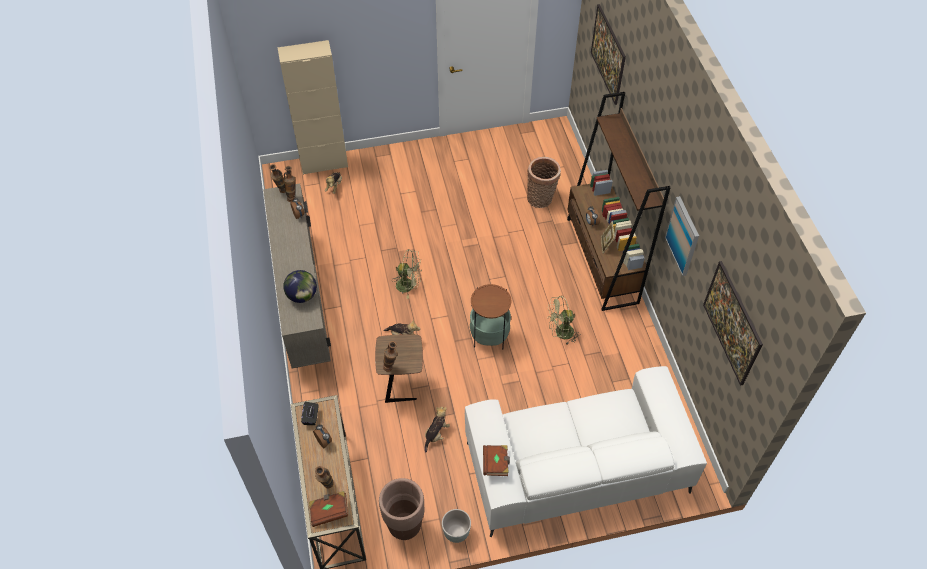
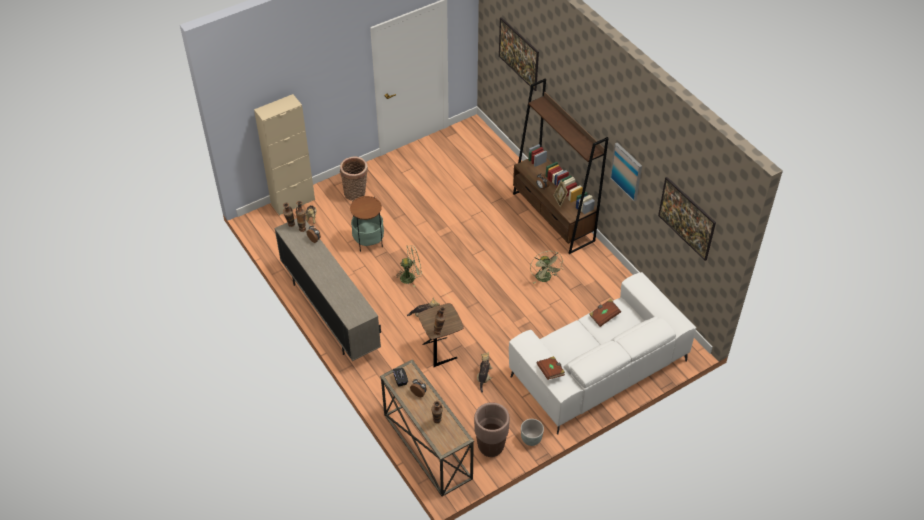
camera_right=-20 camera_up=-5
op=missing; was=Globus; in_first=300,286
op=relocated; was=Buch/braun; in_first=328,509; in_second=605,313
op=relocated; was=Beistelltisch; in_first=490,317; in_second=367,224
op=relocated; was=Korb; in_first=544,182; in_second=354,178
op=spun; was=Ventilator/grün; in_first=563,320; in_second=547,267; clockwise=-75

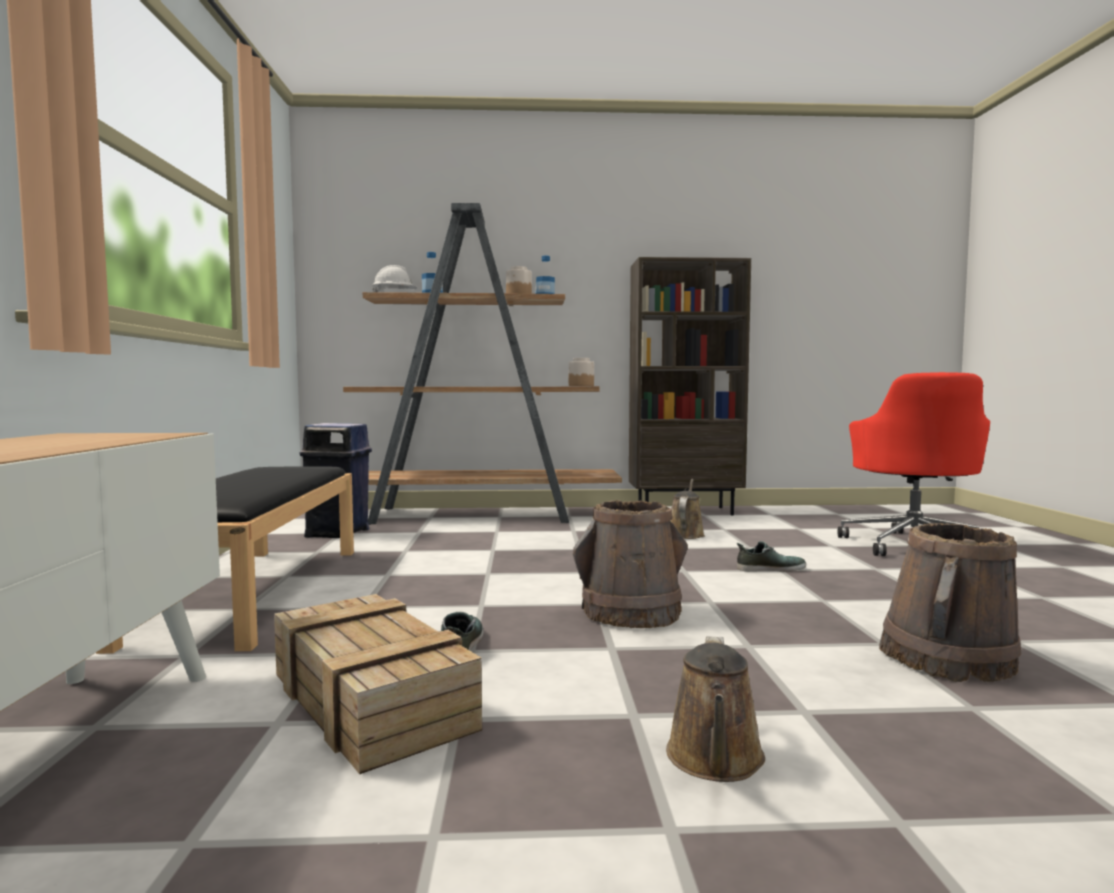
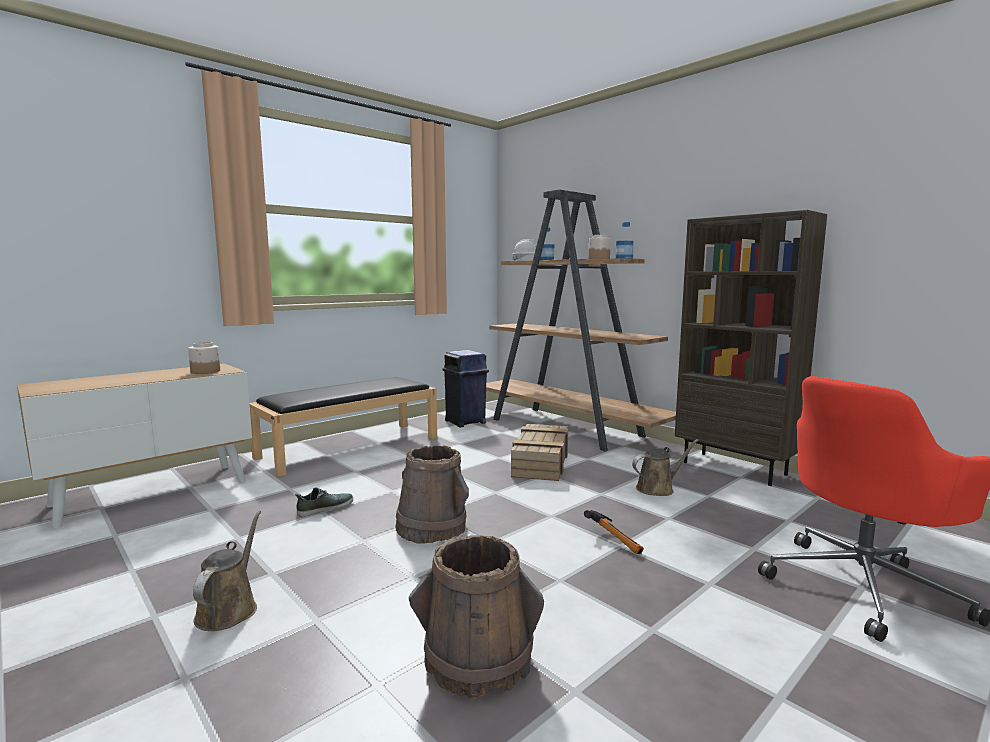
camera_right=50 camera_up=5
op=relocated; was=Kiste; in_first=378,684; in_second=539,452
op=relocated; was=Vorratsglas; in_first=581,372; in_second=204,358
op=exchanged; was=Schuh; now=Hammer; in_first=771,556; in_second=614,532
op=spun; was=Gießkanne/braun; in_first=715,709; in_second=227,571; clockwise=120

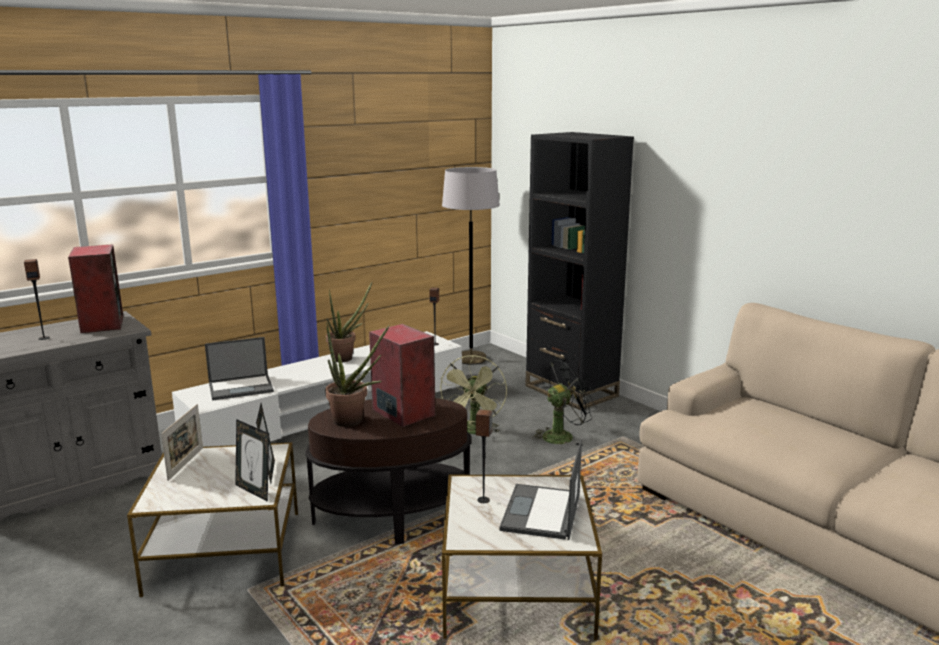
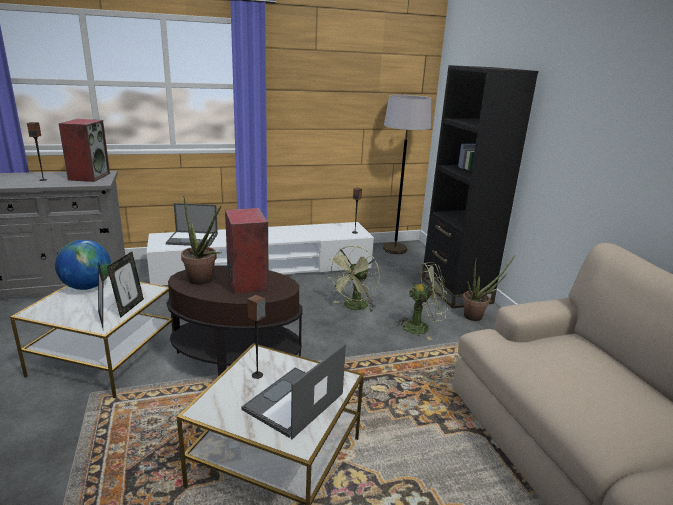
camera_right=20 camera_up=5
op=relocated; was=Topfpflanze; in_first=349,321; in_second=489,288
op=exchanged; was=Bilderrahmen; now=Globus; in_first=182,442; in_second=83,265
op=colour; was=Ventilator/schwarz; now=Ventilator/grün; in_first=564,402; in_second=421,301

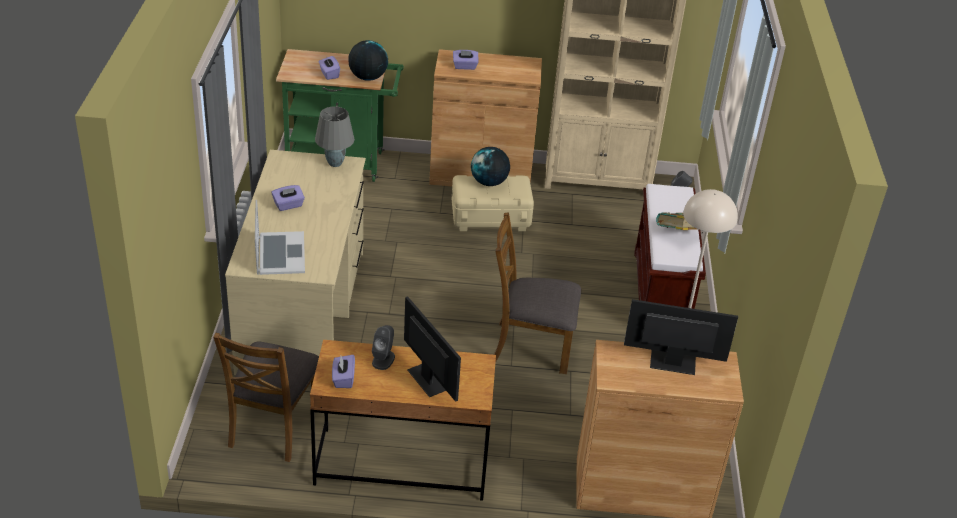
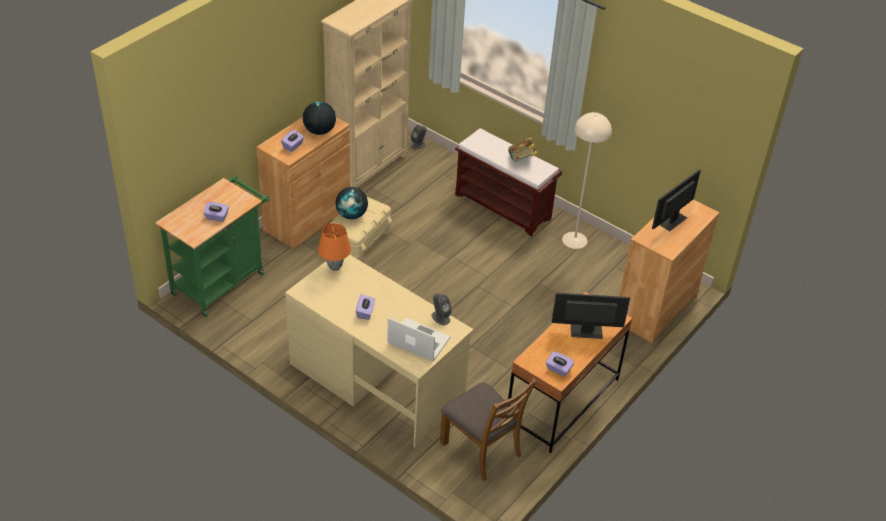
camera_right=-55 camera_up=5
op=missing; was=Stuhl/braun; in_first=537,293
op=relocated; was=Globus; in_first=368,60; in_second=319,118
op=relocated; was=Lautsprecher/grau; in_first=383,347; in_second=442,309
op=colour; was=Tischlampe/grau; now=Tischlampe/orange; in_first=335,136; in_second=334,247

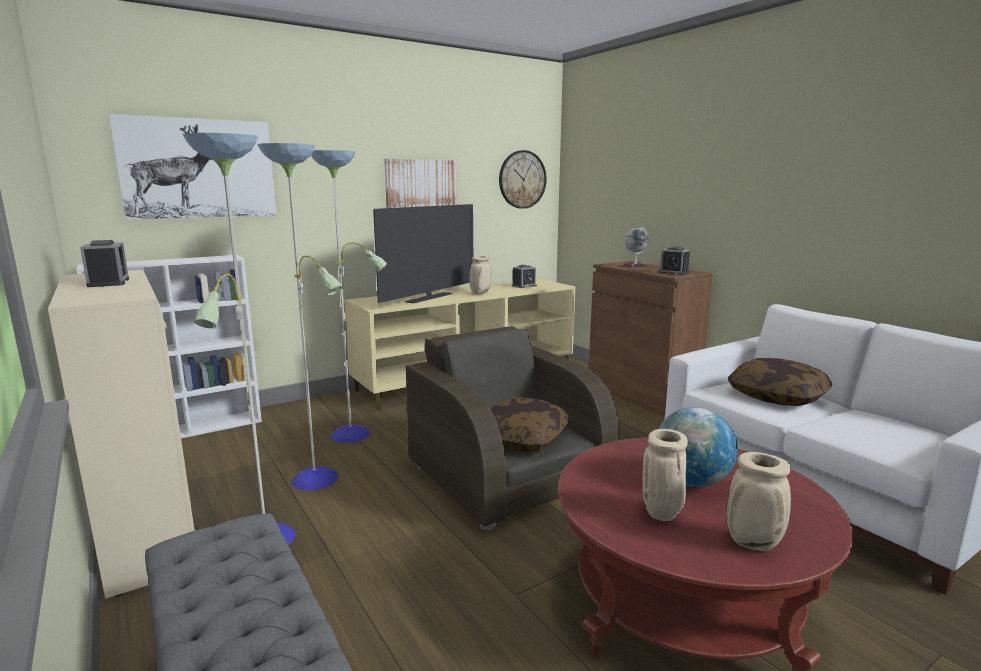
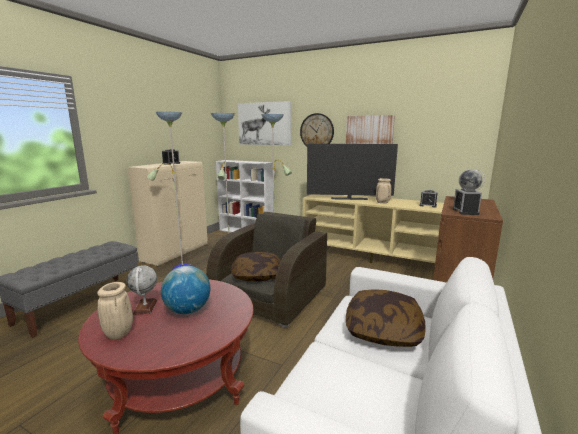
camera_right=60 camera_up=0
op=relocated; was=Wanduhr; in_first=523,179; in_second=317,130
op=exchanged; was=Vase/beige; now=Globus; in_first=665,475; in_second=142,290

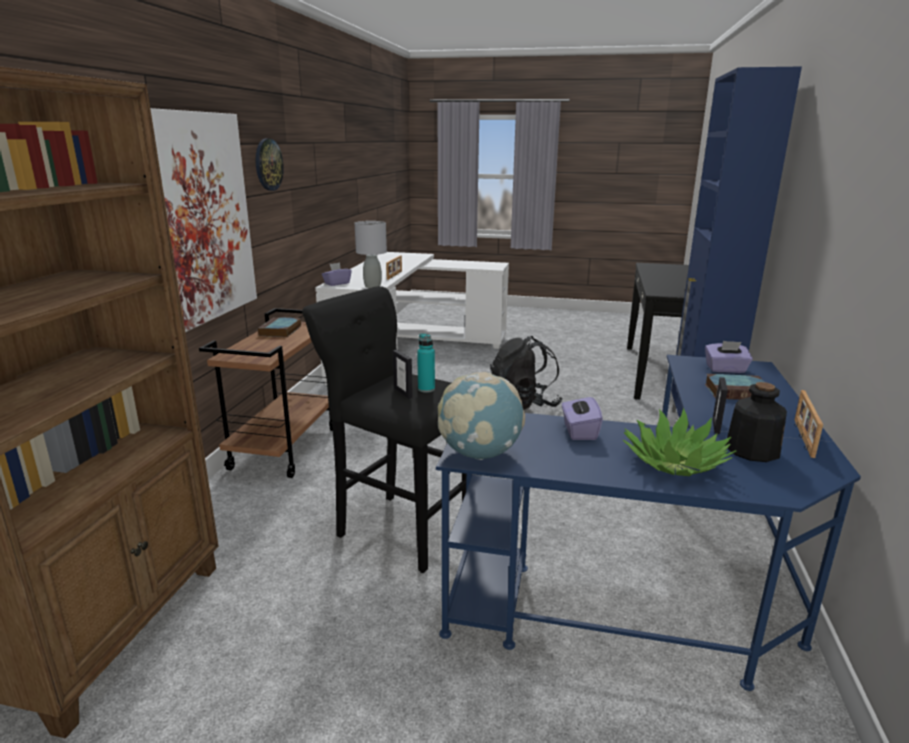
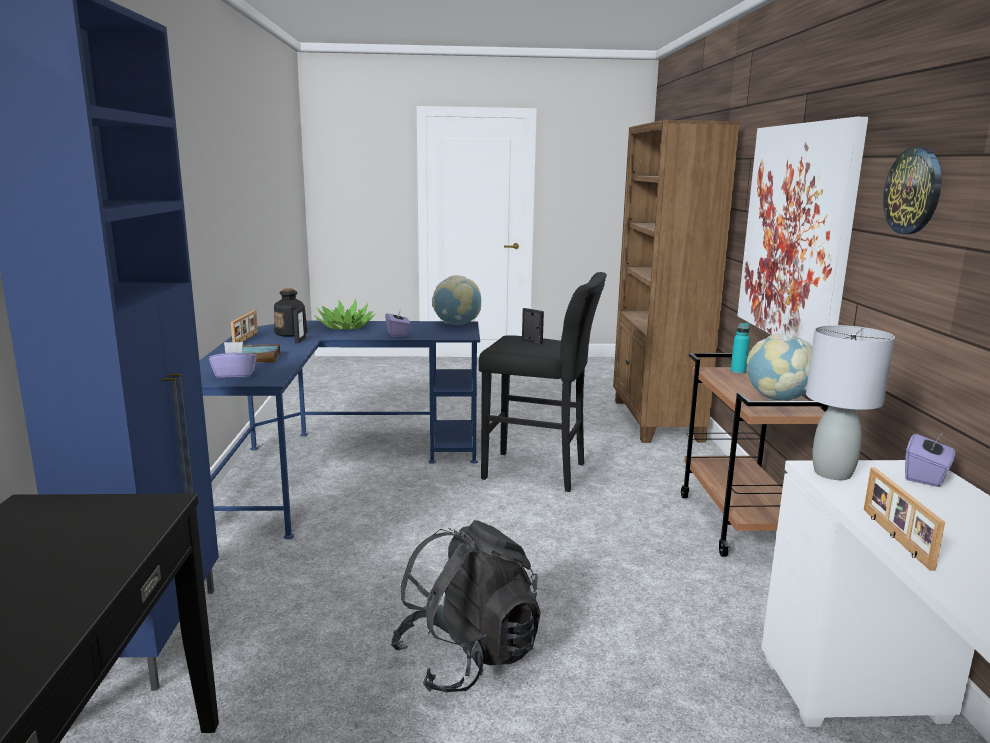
camera_right=165 camera_up=-5
op=relocated; was=Flasche/türkis; in_first=426,363; in_second=740,348
op=exchanged; was=Buch; now=Globus; in_first=279,327; in_second=779,367

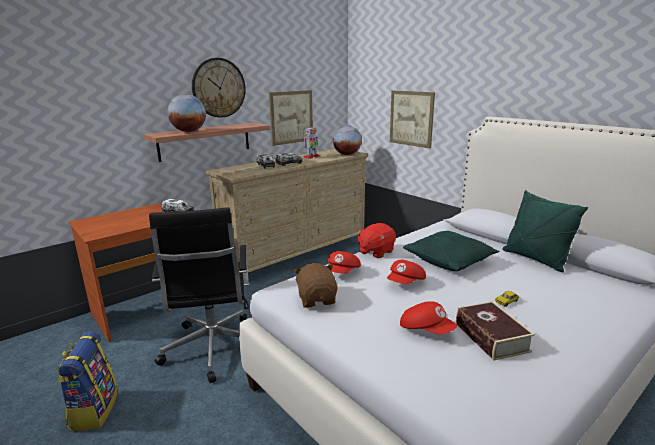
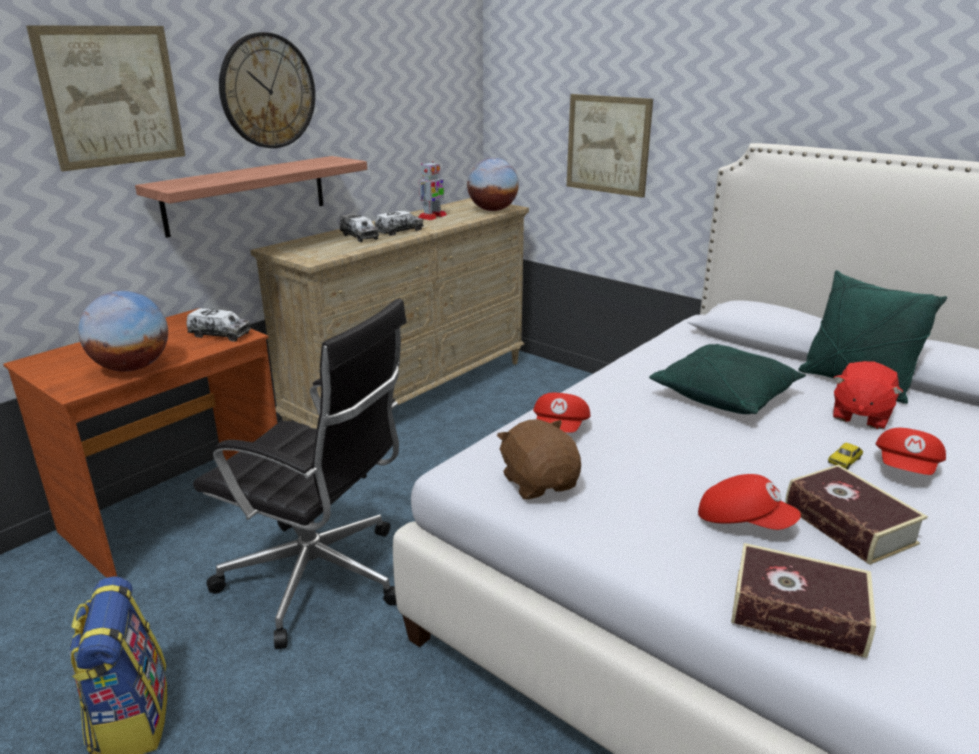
camera_right=-10 camera_up=5
op=appeared; now=Buch; in_second=803,600
op=relocated; was=Globus; in_first=186,113; in_second=123,331
op=relocated; was=Bild; in_first=291,118; in_second=105,98
op=relocated; was=Plüschtier/rot; in_first=376,240; in_second=868,395
op=relocated; was=Kappe/rot; in_first=406,272; in_second=911,451
op=spun; was=Bürostuhl/schwarz; in_first=199,295; in_second=300,474; clockwise=-45

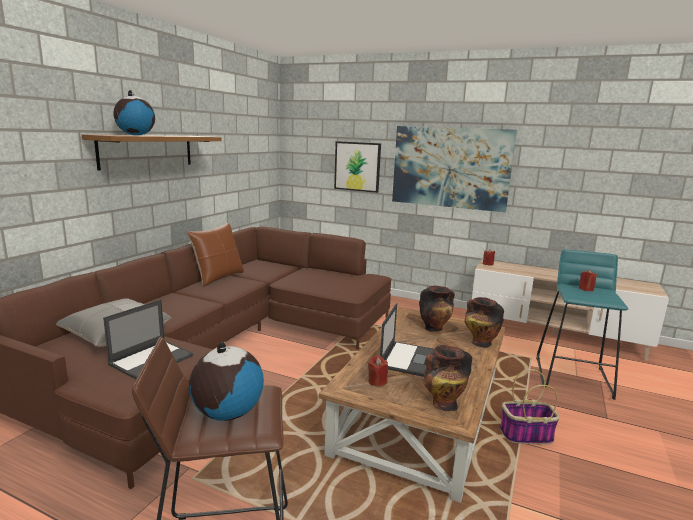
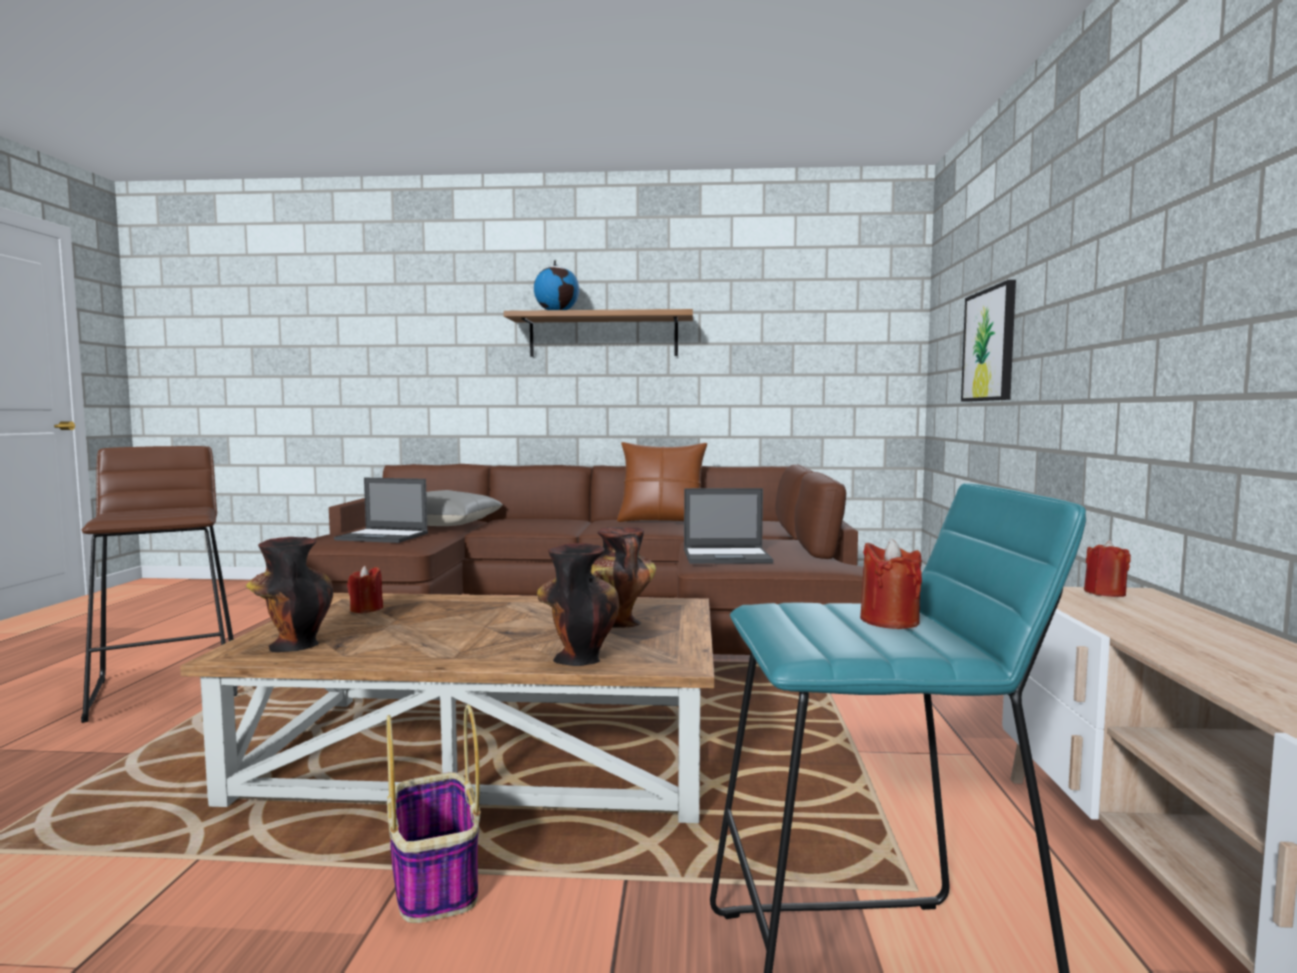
camera_right=70 camera_up=-10
op=missing; was=Globus; in_first=226,381
op=missing; was=Bild; in_first=454,169
op=relocated; was=Laptop; in_first=407,340; in_second=729,526

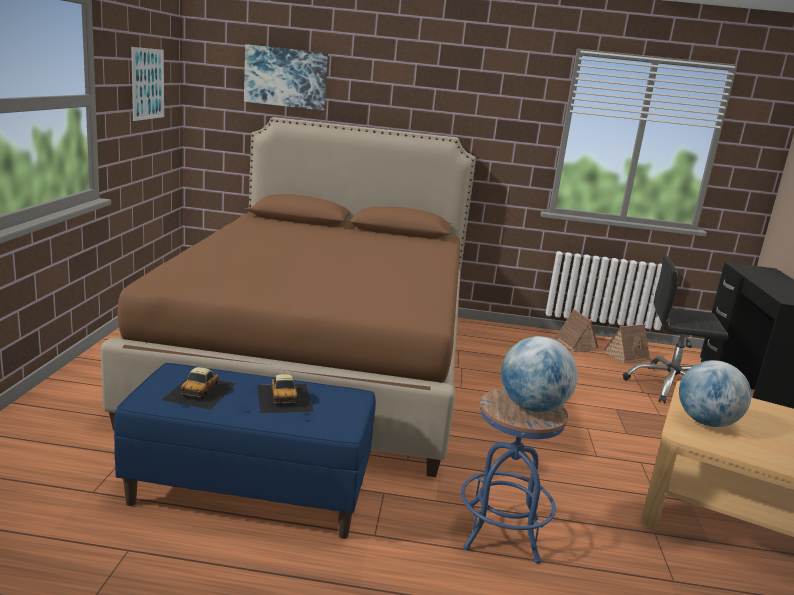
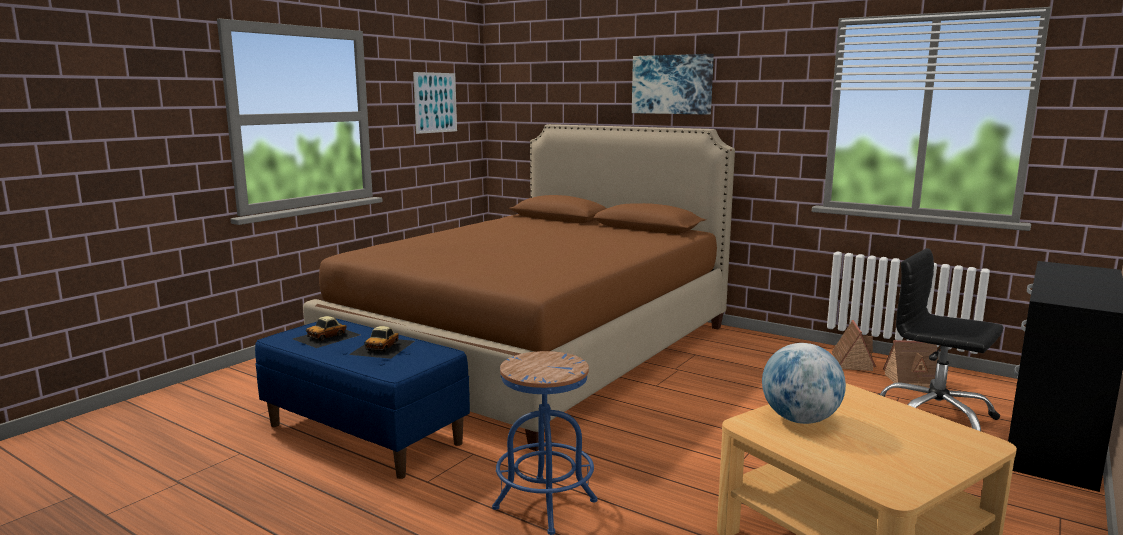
camera_right=30 camera_up=-5
op=missing; was=Globus; in_first=539,374
op=relocated; was=Bild; in_first=286,77; in_second=673,84

